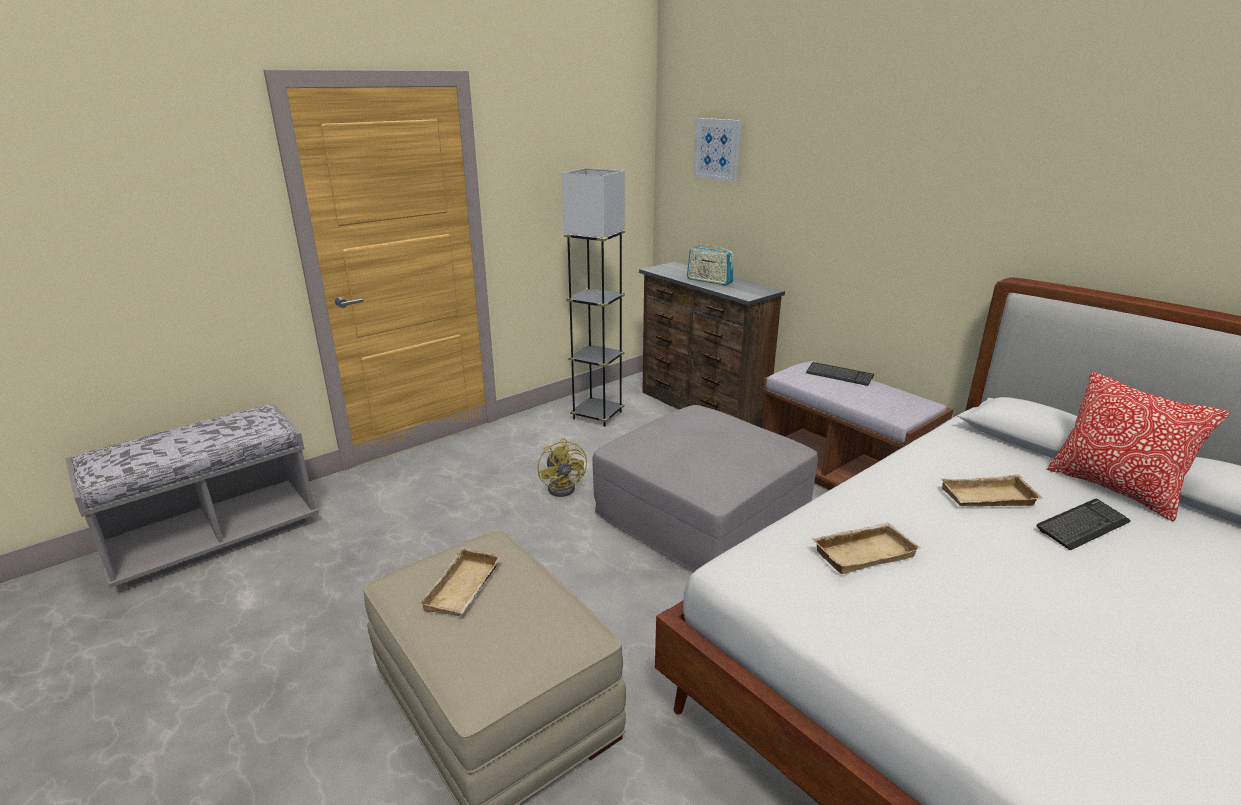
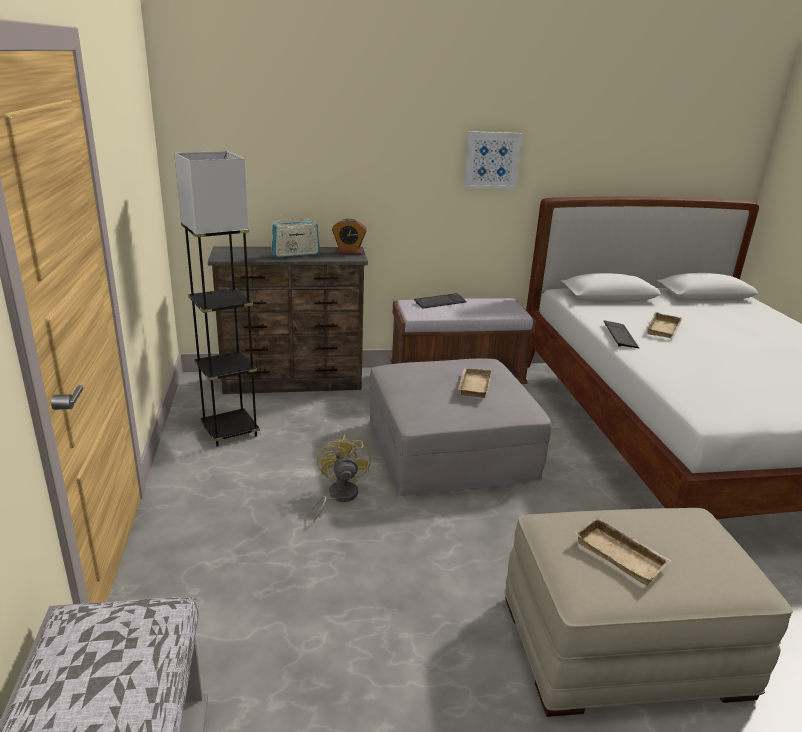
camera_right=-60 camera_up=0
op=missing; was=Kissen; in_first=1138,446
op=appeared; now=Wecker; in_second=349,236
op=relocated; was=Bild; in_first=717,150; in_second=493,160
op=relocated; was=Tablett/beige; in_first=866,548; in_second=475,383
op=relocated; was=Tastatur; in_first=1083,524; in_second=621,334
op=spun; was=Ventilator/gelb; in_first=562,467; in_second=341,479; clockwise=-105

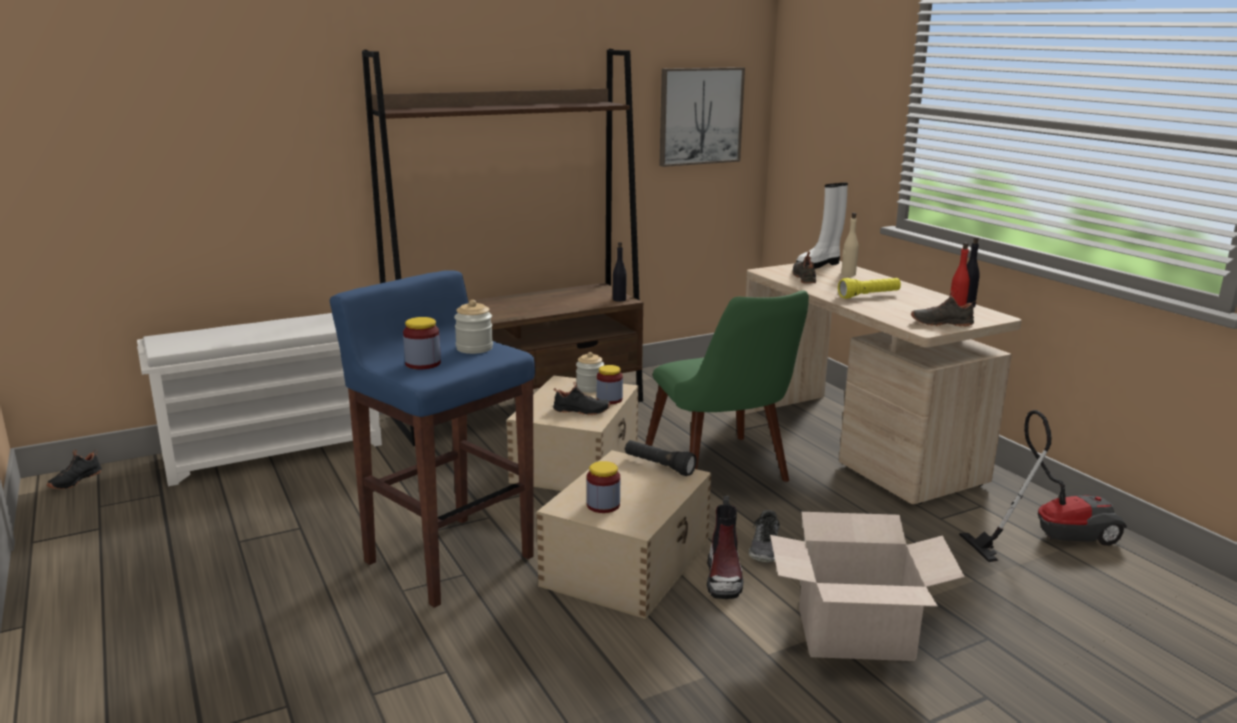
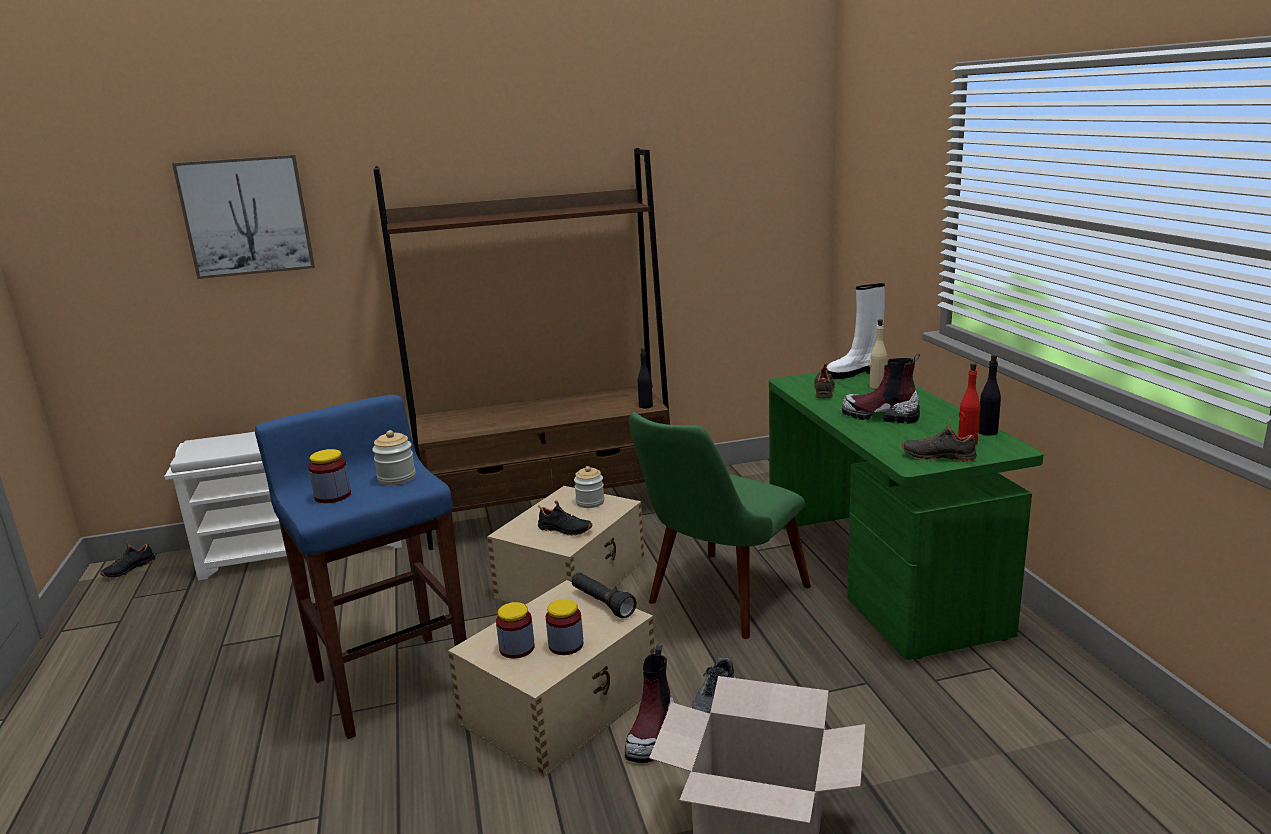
camera_right=15 camera_up=0
op=missing; was=Staubsauger; in_first=1043,486
op=relocated; was=Vorratsglas; in_first=610,384; in_second=564,627
op=relocated; was=Bild; in_first=702,117; in_second=243,217
op=exchanged; was=Taschenlampe/gelb; now=Stiefel; in_first=869,288; in_second=881,388
op=colour; was=Schreibtisch/beige; now=Schreibtisch/grün; in_first=883,382; in_second=906,515
op=spun; was=Stuhl/grün; in_first=727,386; in_second=720,525; clockwise=45

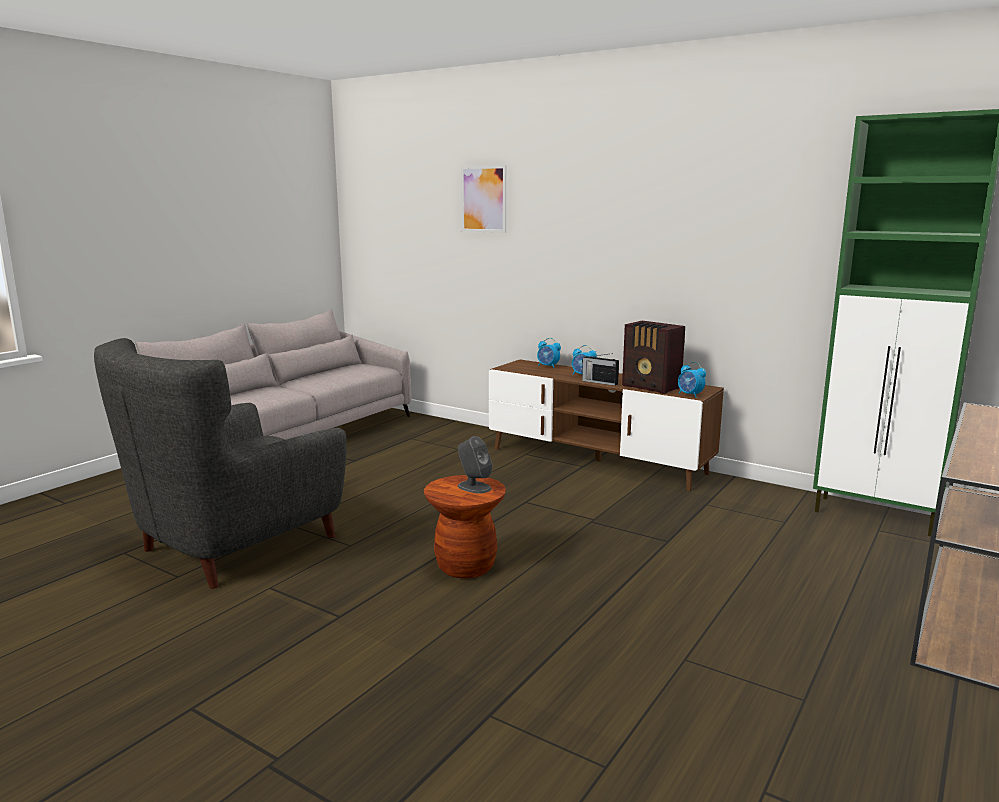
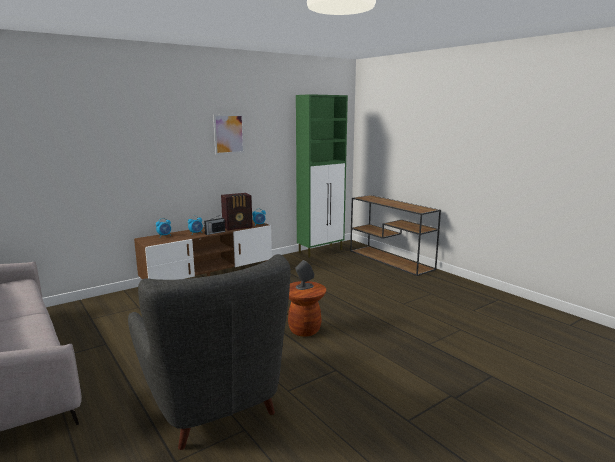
camera_right=-70 camera_up=0
op=relocated; was=Bild; in_first=483,199; in_second=229,134

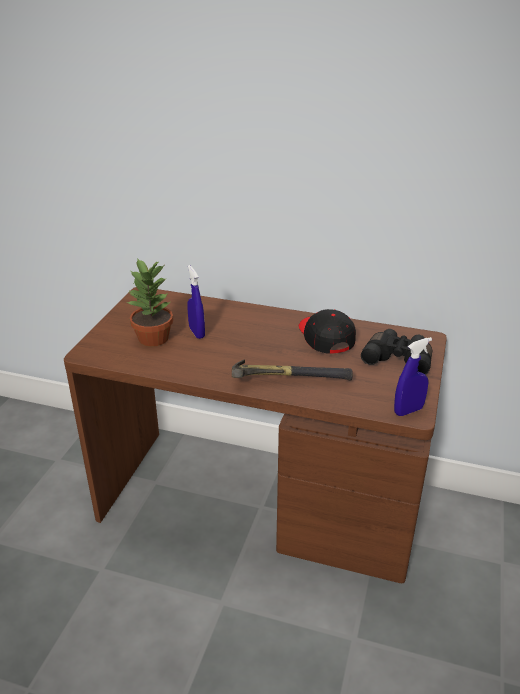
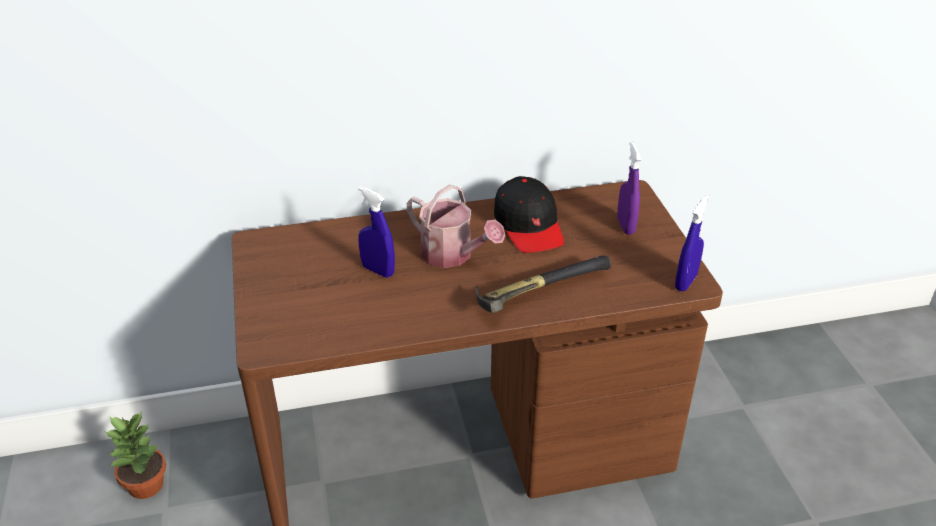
camera_right=-30 camera_up=5
op=appeared; now=Gießkanne; in_second=455,226
op=relocated; was=Topfpflanze; in_first=149,302; in_second=135,455
op=exchanged; was=Fernglas/schwarz; now=Sprühflasche/lila; in_first=396,352; in_second=629,188
op=spun; was=Kappe/schwarz; in_first=327,331; in_second=529,214; clockwise=-150

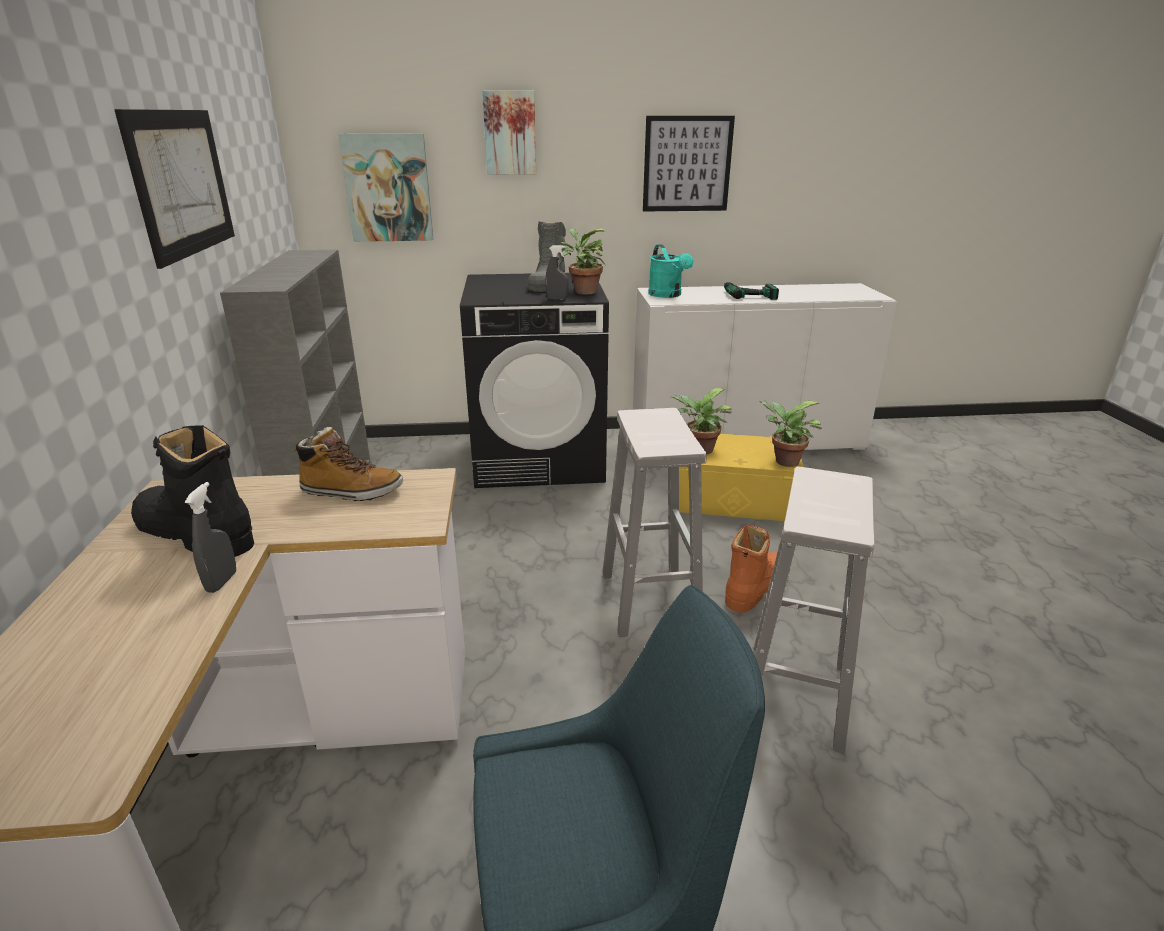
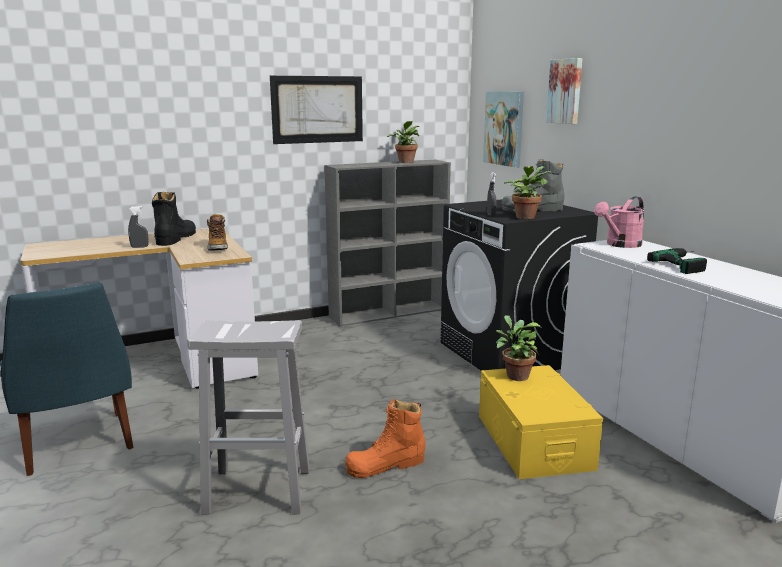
camera_right=70 camera_up=-10
op=missing; was=Hocker/weiß; in_first=654,522
op=missing; was=Bild; in_first=689,164
op=relocated; was=Topfpflanze; in_first=790,433; in_second=403,142
op=colour; was=Gießkanne/türkis; now=Gießkanne/rosa; in_first=671,271; in_second=619,222
op=spun; was=Stiefel/orange; in_first=757,569; in_second=385,438; clockwise=135

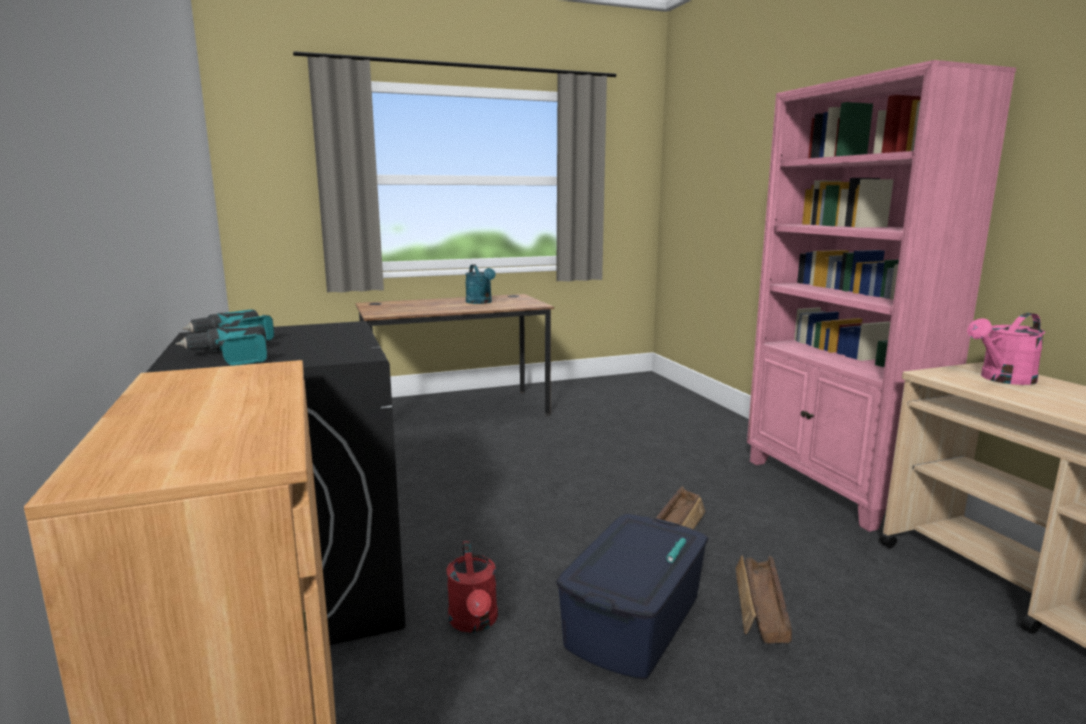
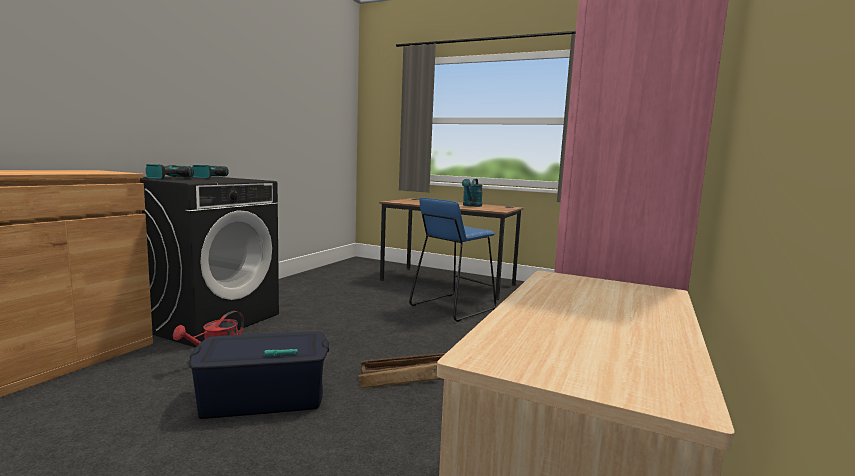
camera_right=45 camera_up=-5
op=missing; was=Kiste; in_first=764,600
op=missing; was=Gießkanne/rosa; in_first=1006,349
op=appeared; now=Hocker/blau; in_second=452,260

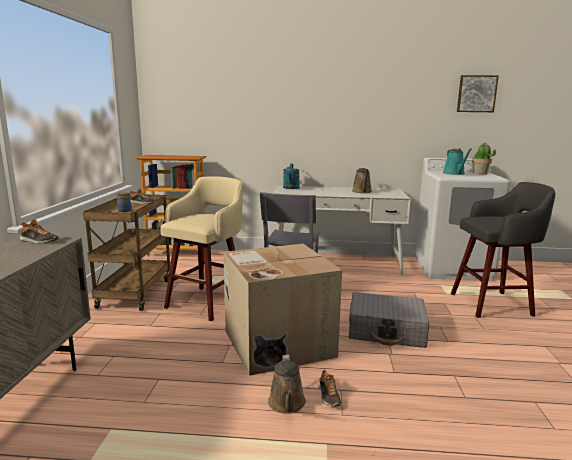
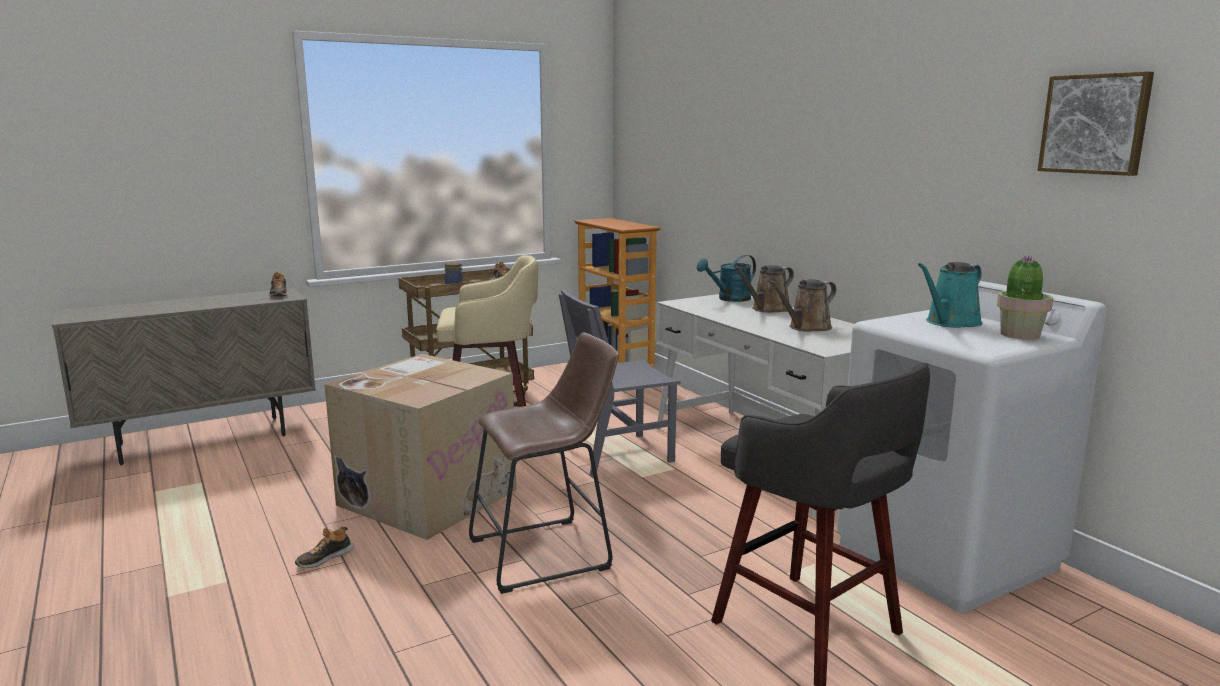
camera_right=55 camera_up=0
op=relocated; was=Gießkanne/braun; in_first=287,384; in_second=764,289
op=exchanged; was=Koffer/grau; now=Hocker/braun; in_first=389,320; in_second=544,463

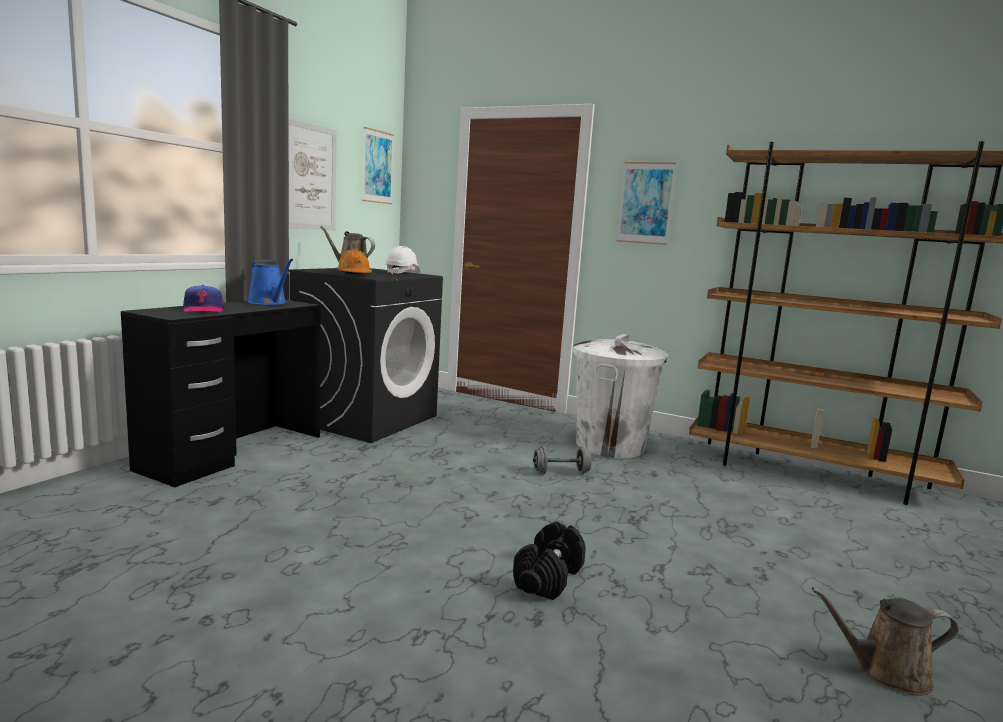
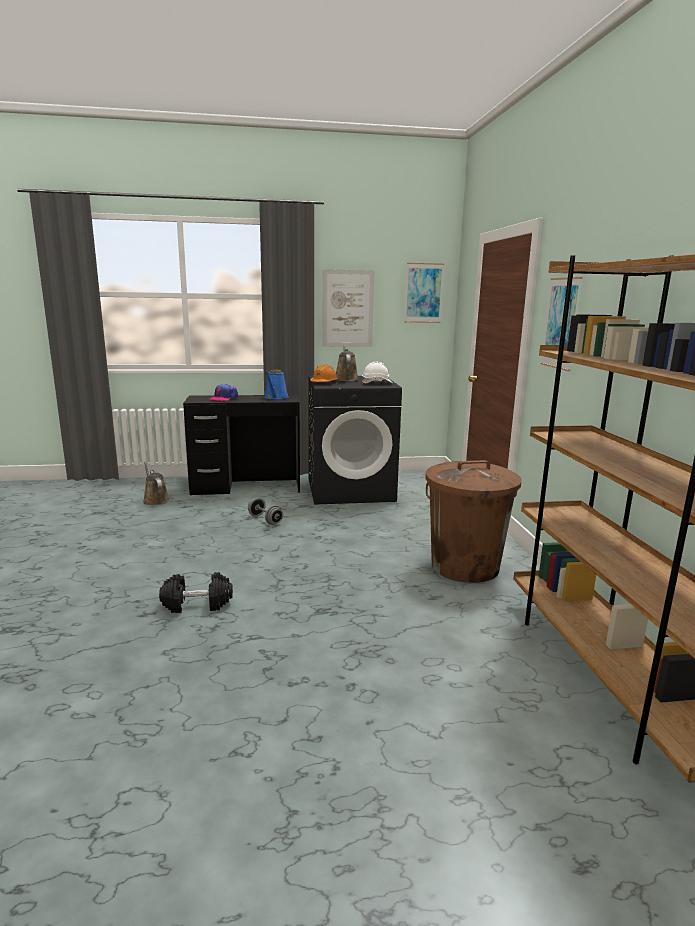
camera_right=55 camera_up=5
op=relocated; was=Hantel/grau; in_first=562,460; in_second=265,511
op=relocated; was=Gießkanne/braun; in_first=885,641; in_second=156,483
op=colour; was=Mülleimer/weiß; now=Mülleimer/braun; in_first=621,396; in_second=473,521

